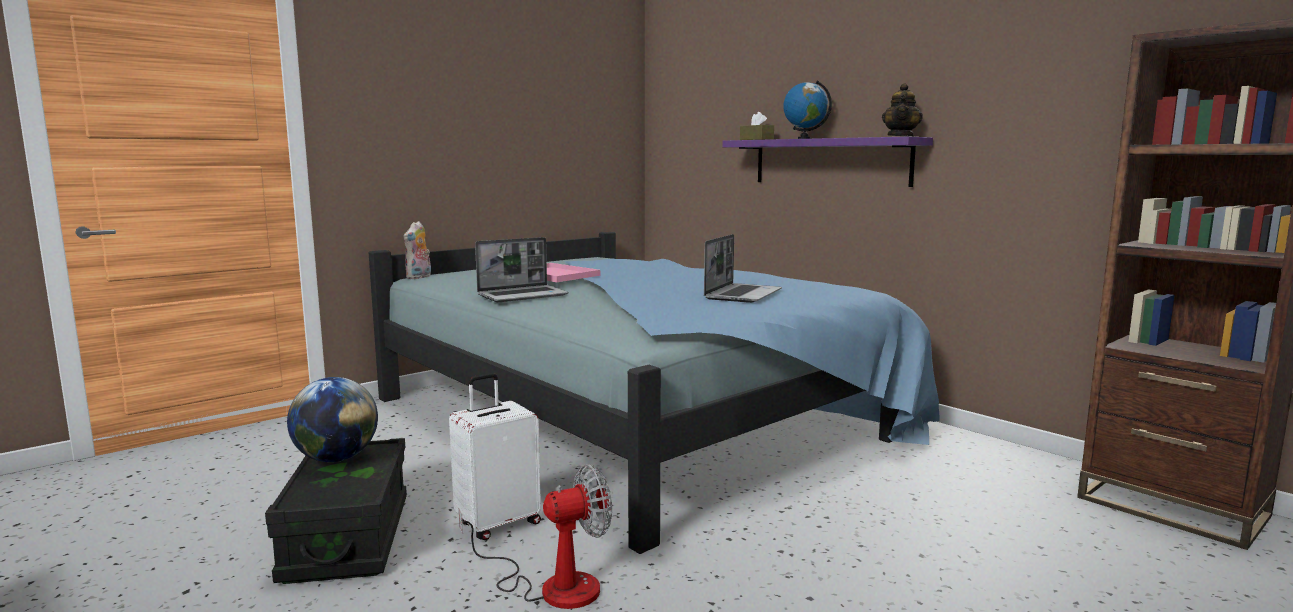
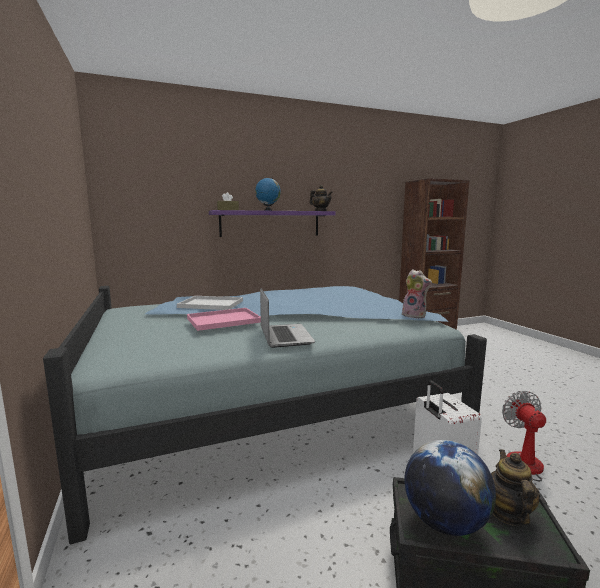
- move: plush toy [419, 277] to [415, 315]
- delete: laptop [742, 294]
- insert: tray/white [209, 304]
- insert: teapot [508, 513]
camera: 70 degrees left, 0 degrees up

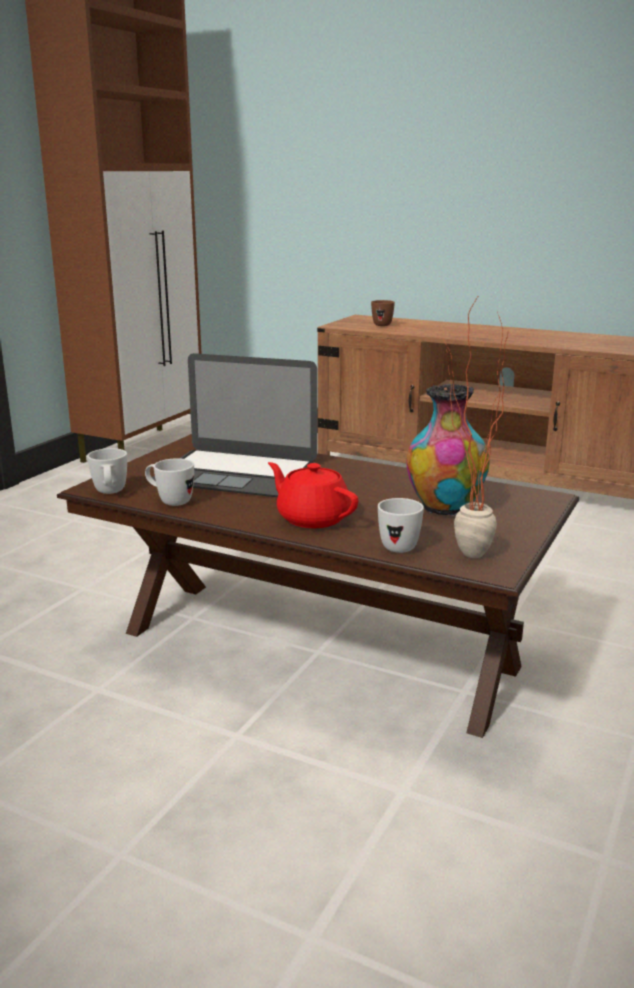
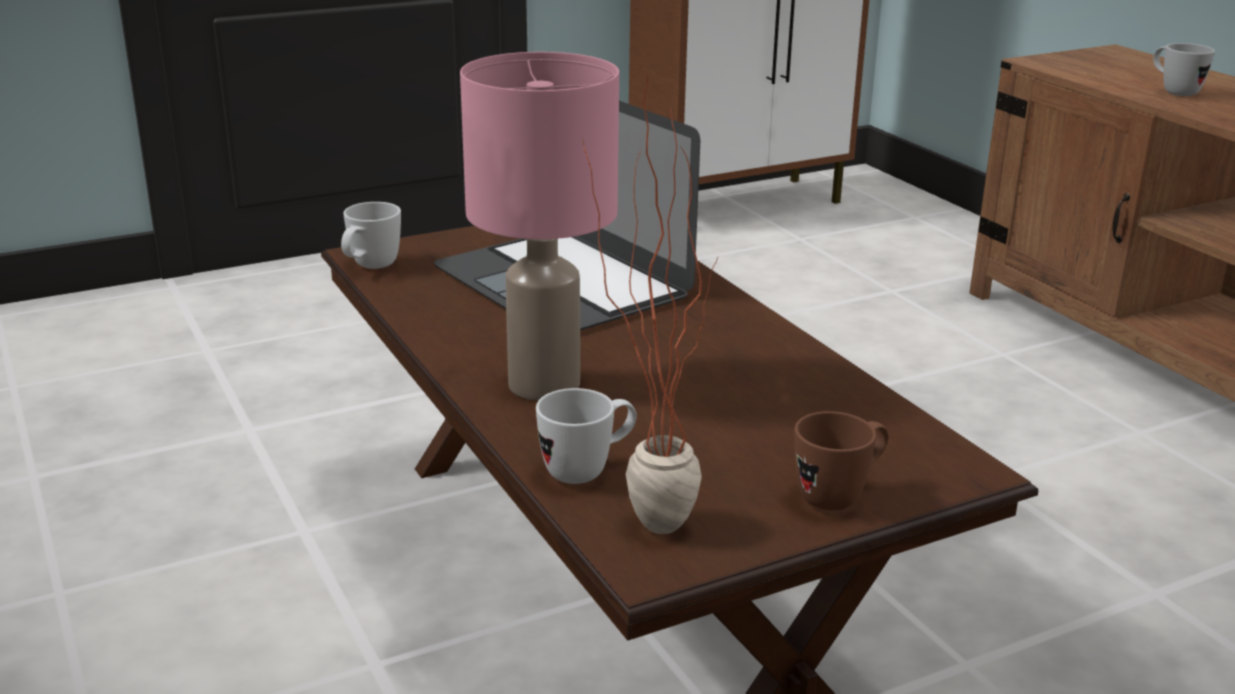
- move: mug/brown [383, 324] to [840, 495]
- delete: vase [444, 508]
- move: mug/white [169, 501] to [1173, 91]
- replace: teapot/red [312, 518] to table lamp/pink [542, 384]
camera: 35 degrees right, 5 degrees up

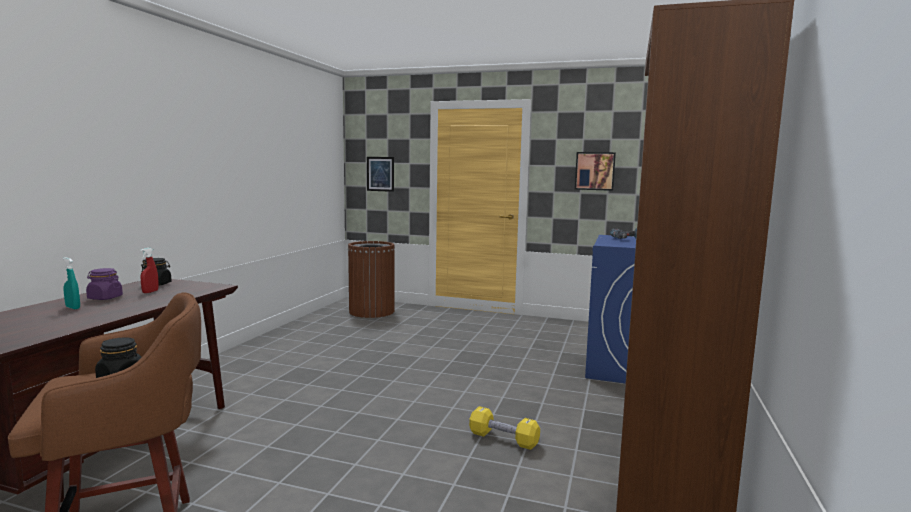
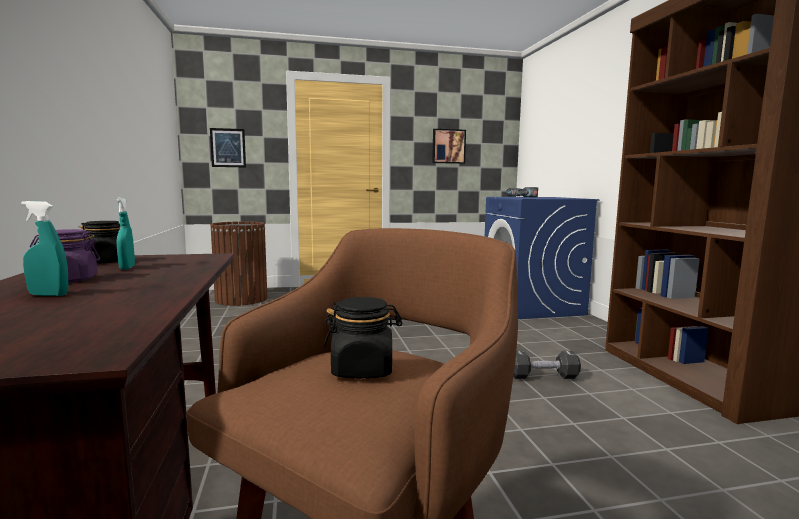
- recolor: spray bottle/red [150, 292] to spray bottle/turquoise [127, 268]
- recolor: dumbbell/yellow [503, 439] to dumbbell/black [542, 376]
camera: 30 degrees left, 0 degrees up

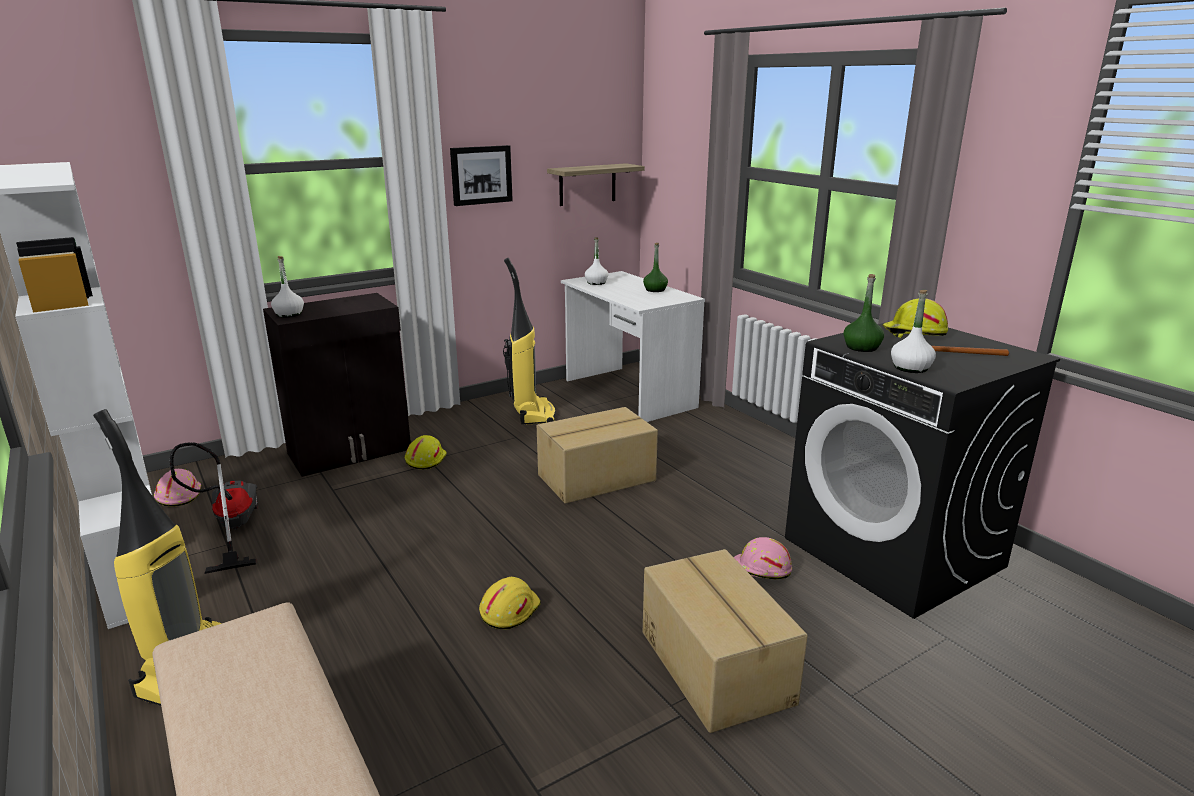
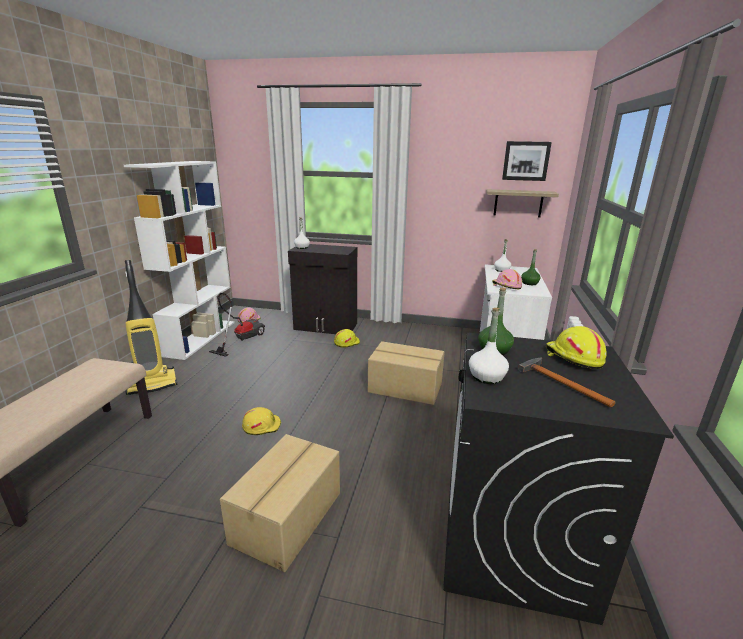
- move: picture [481, 175] to [526, 161]
- delete: vacuum cleaner [532, 413]
- move: hard hat/pink [760, 570] to [506, 286]
camera: 45 degrees right, 0 degrees up

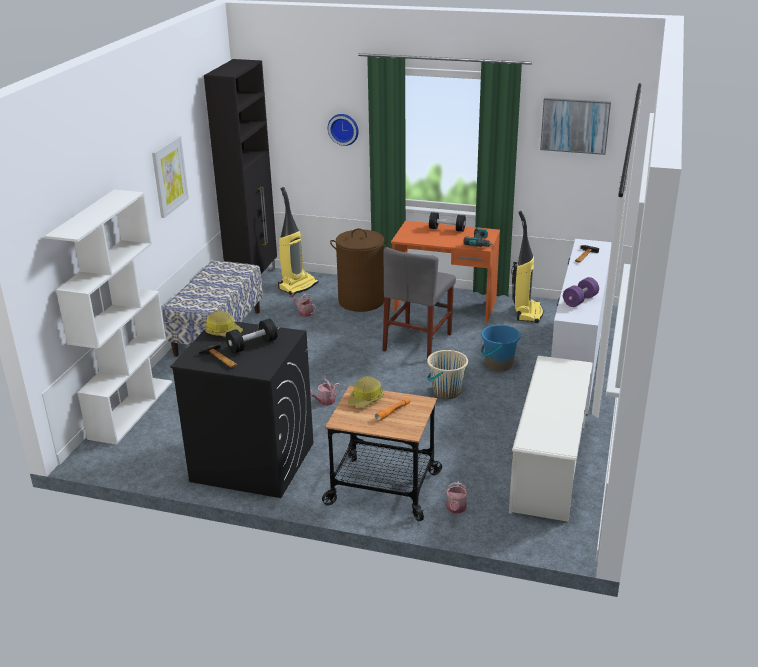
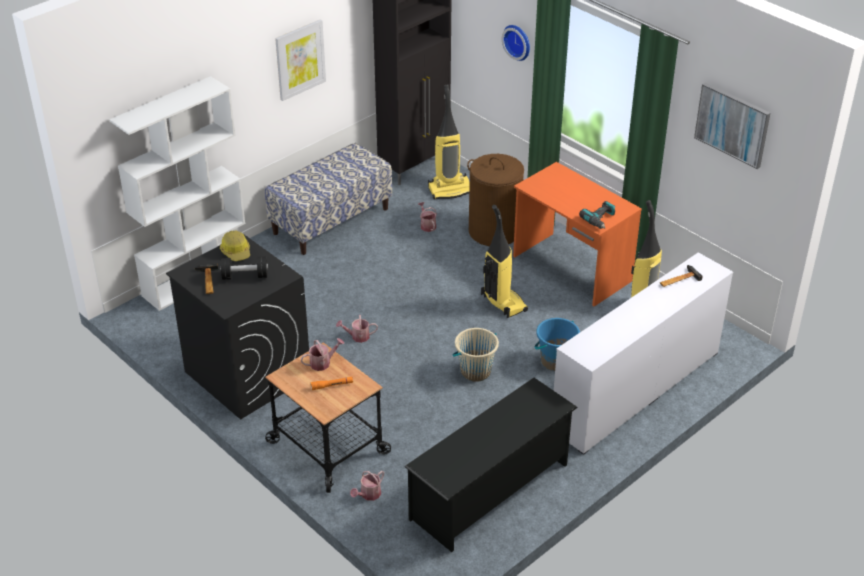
- delete: dumbbell/black [447, 229]
- replace: chair/grey [417, 342] to vacuum cleaner [502, 303]
- delete: dumbbell/purple [580, 300]
- recolor: shoe rack/white [549, 466] to shoe rack/black [490, 491]
- replace: hard hat [366, 399] to watering can [323, 363]
camera: 30 degrees right, 10 degrees up

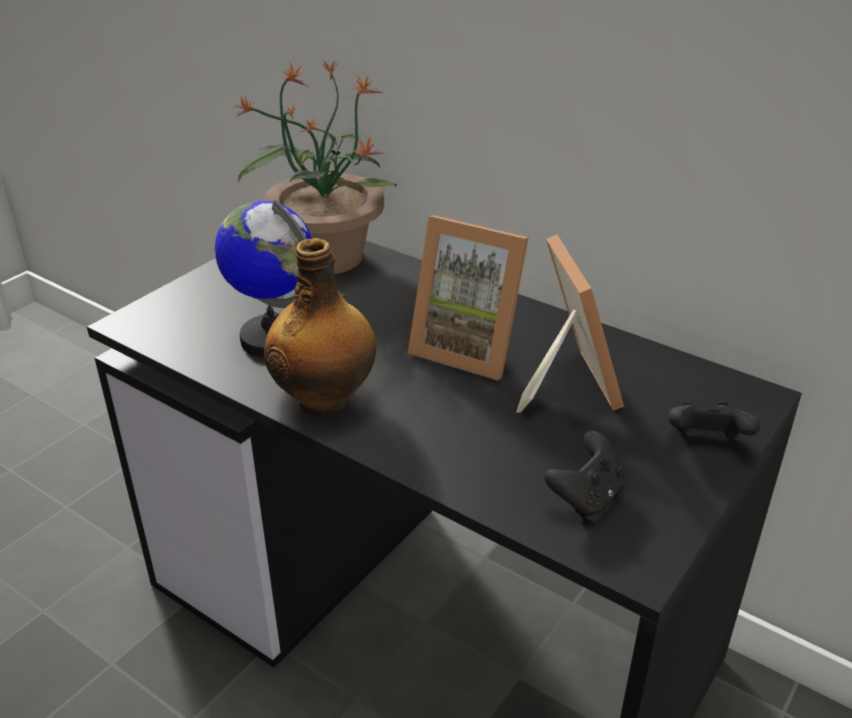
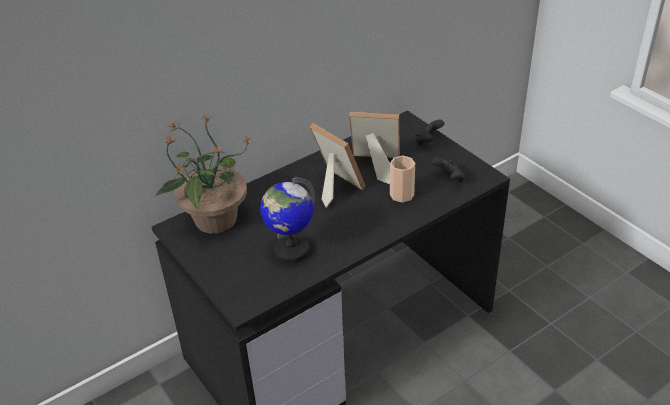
- rotate: picture frame [469, 348] = [334, 186] 90 degrees counterclockwise
- delete: bottle [325, 399]
- insert: cup [401, 195]
camera: 70 degrees left, 5 degrees up

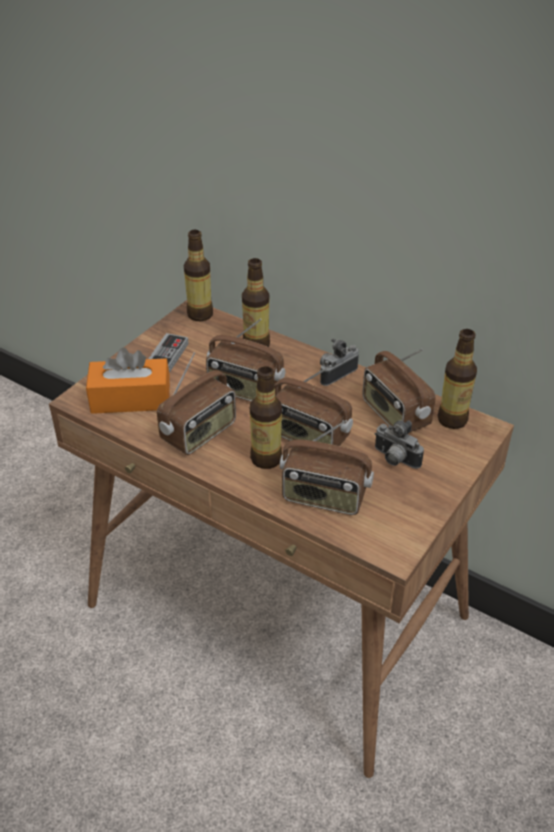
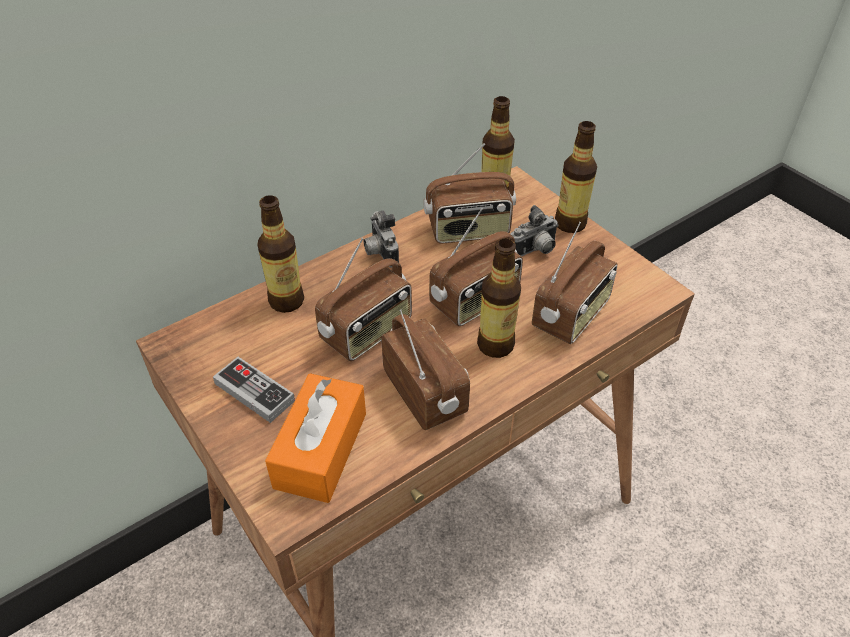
- move: bottle [200, 314] to [570, 224]
camera: 70 degrees left, 5 degrees up

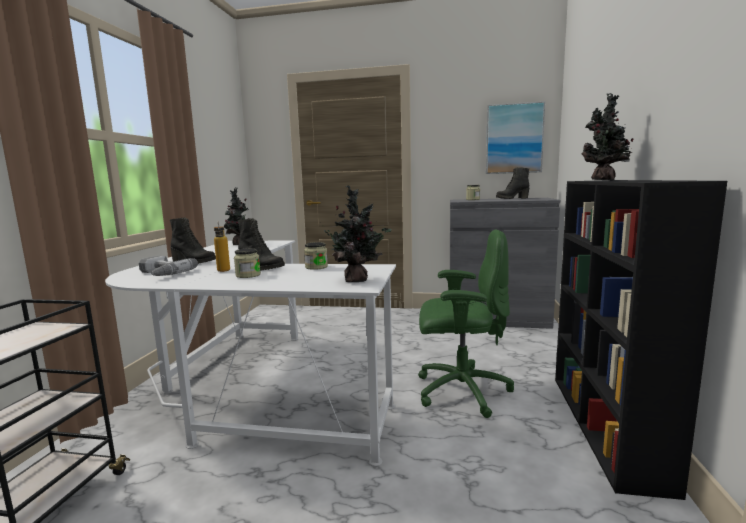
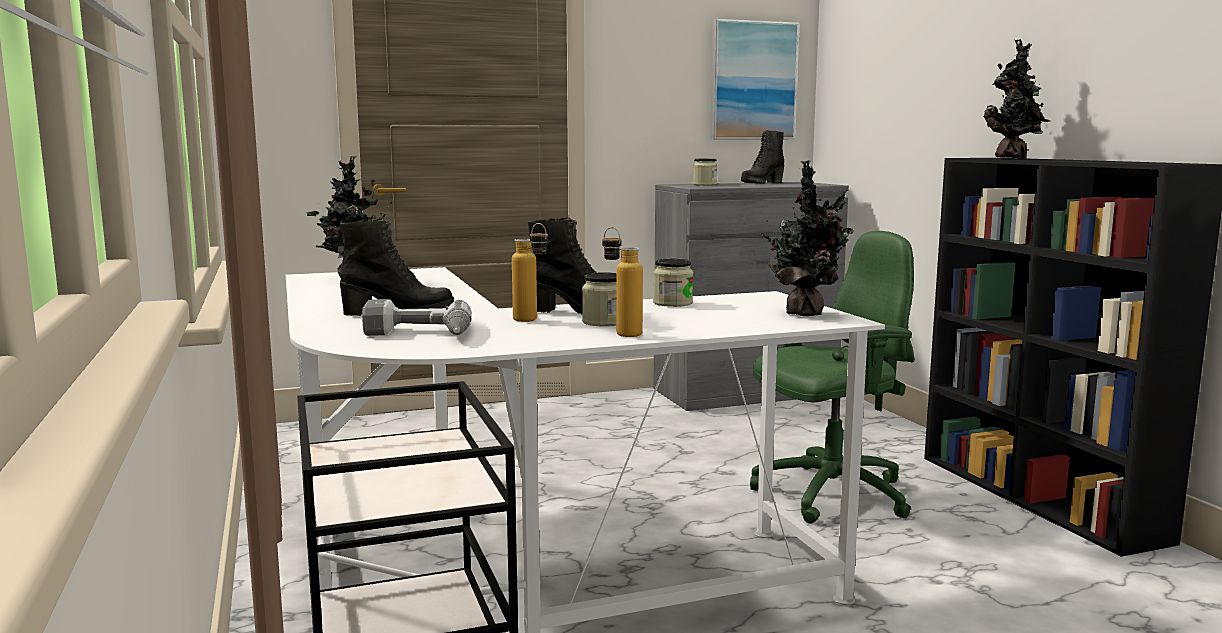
- insert: bottle [621, 333]
camera: 30 degrees left, 0 degrees up

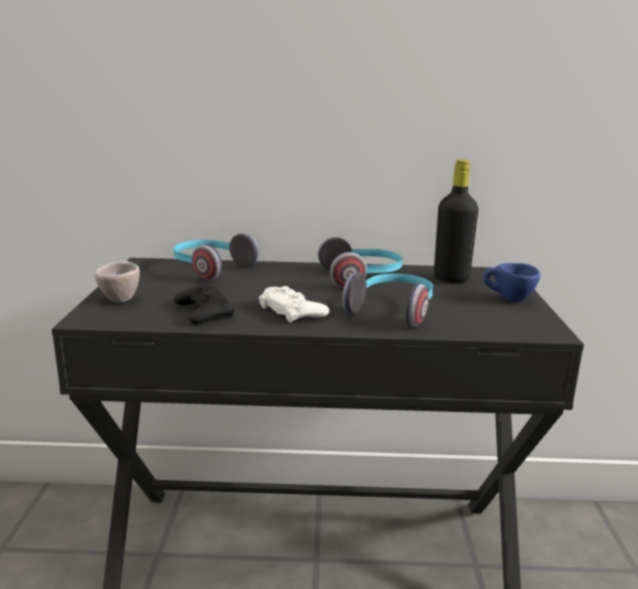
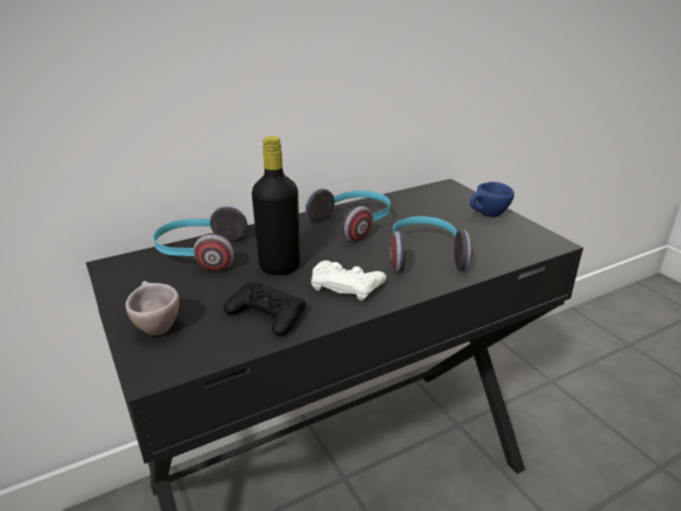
- move: bottle/black [451, 279] to [279, 267]
camera: 30 degrees left, 10 degrees up

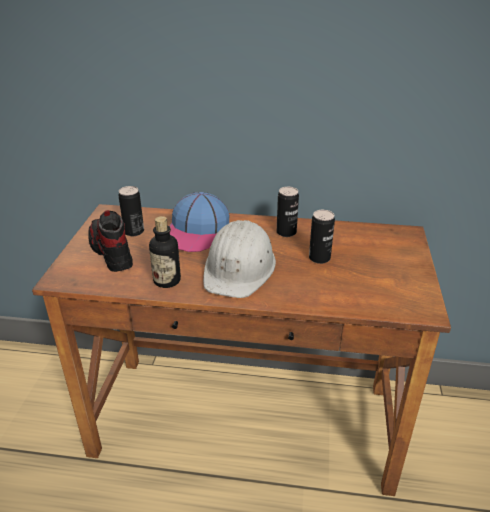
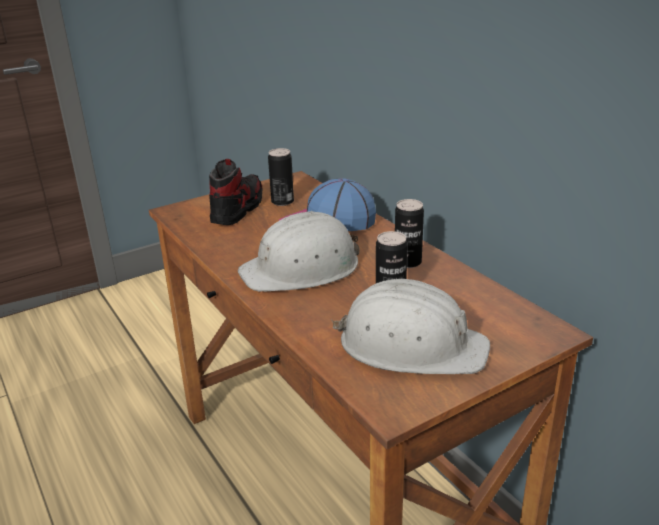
- delete: bottle [167, 280]
- insert: hard hat/white [411, 345]
camera: 50 degrees right, 5 degrees down

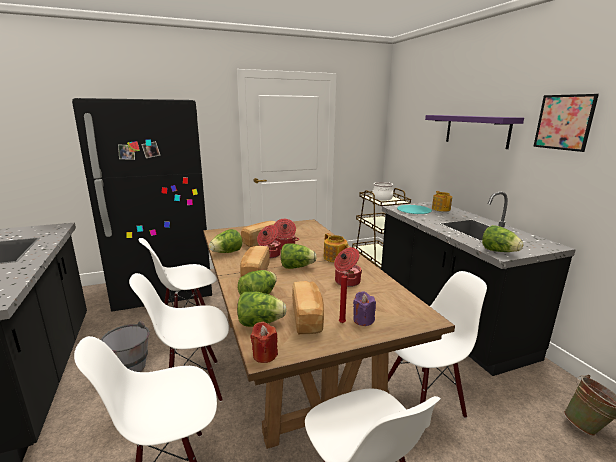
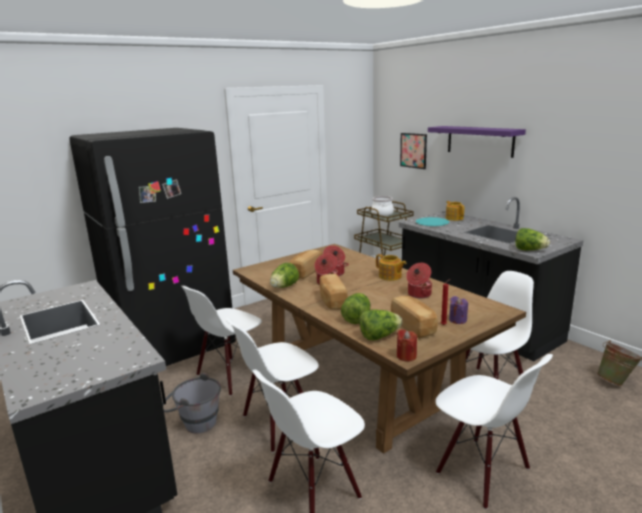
- move: picture [564, 122] to [413, 150]
- delete: lettuce [296, 267]
camera: 15 degrees left, 0 degrees up

